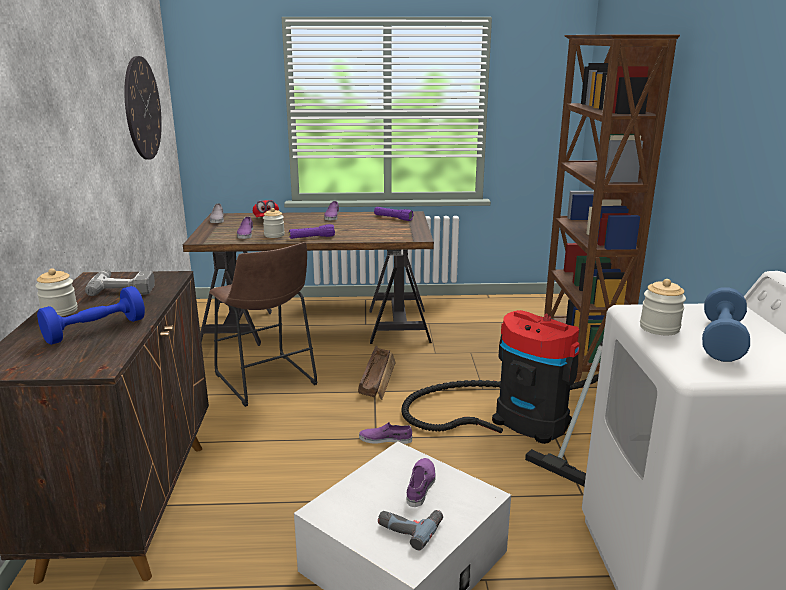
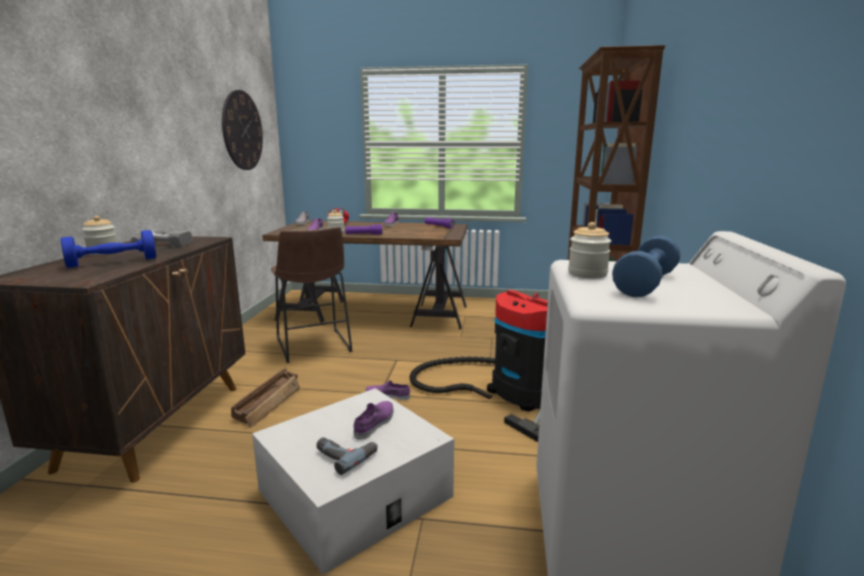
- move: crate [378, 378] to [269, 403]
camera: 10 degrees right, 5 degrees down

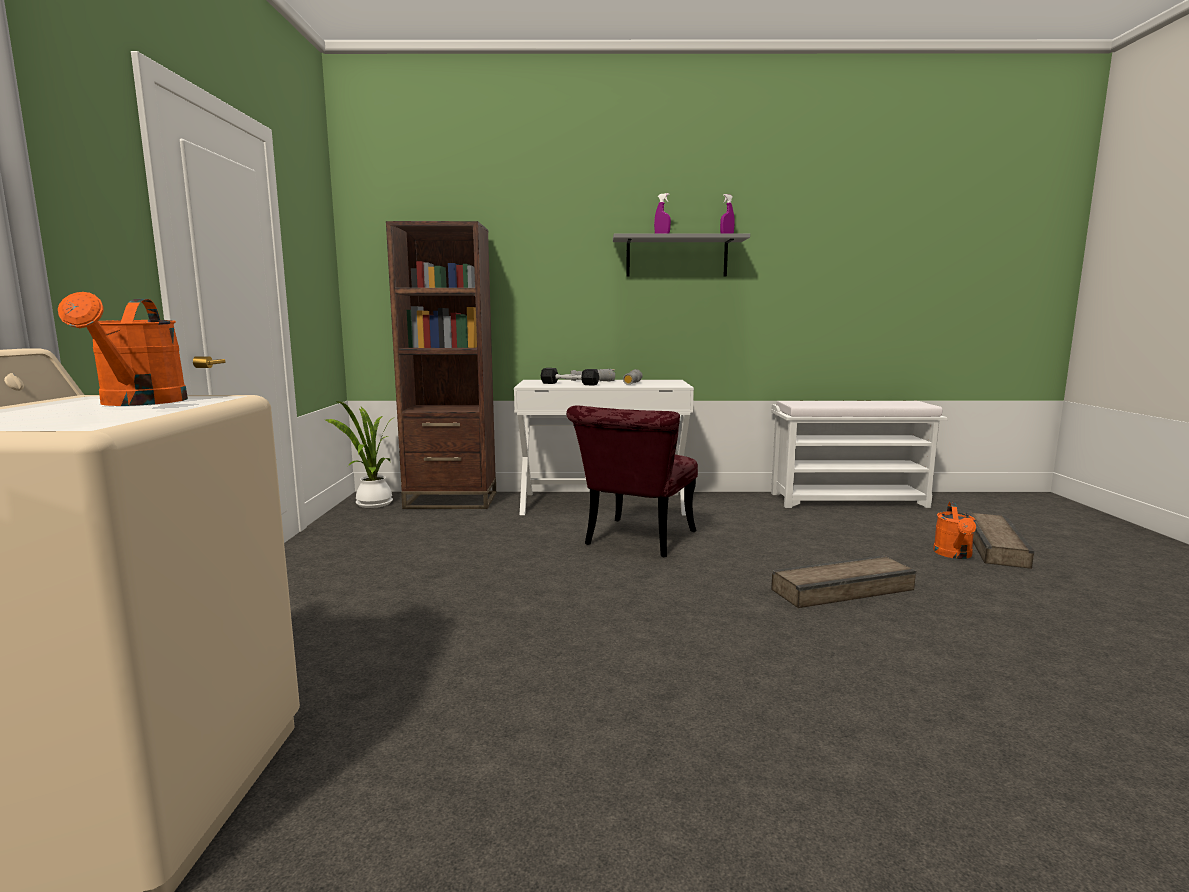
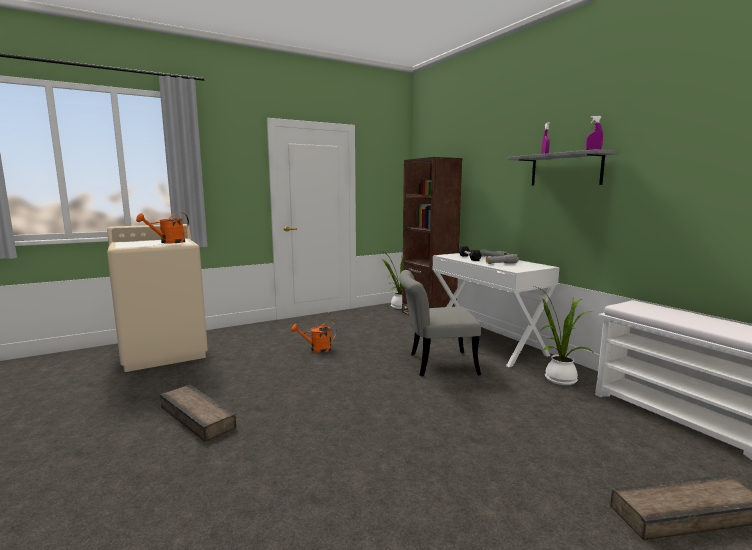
- recolor: chair/red [635, 541] to chair/grey [435, 364]
- move: watering can/orange [954, 555] to [317, 349]
- move: crate [841, 589] to [198, 416]
- insert: potted plant [558, 379]
camera: 60 degrees right, 0 degrees up

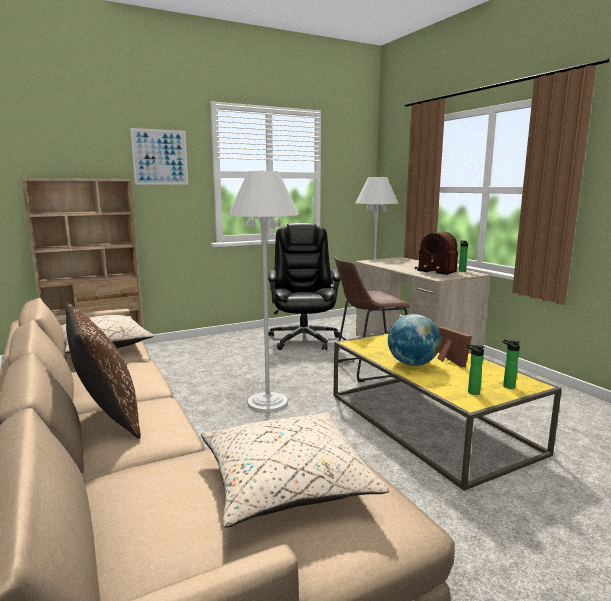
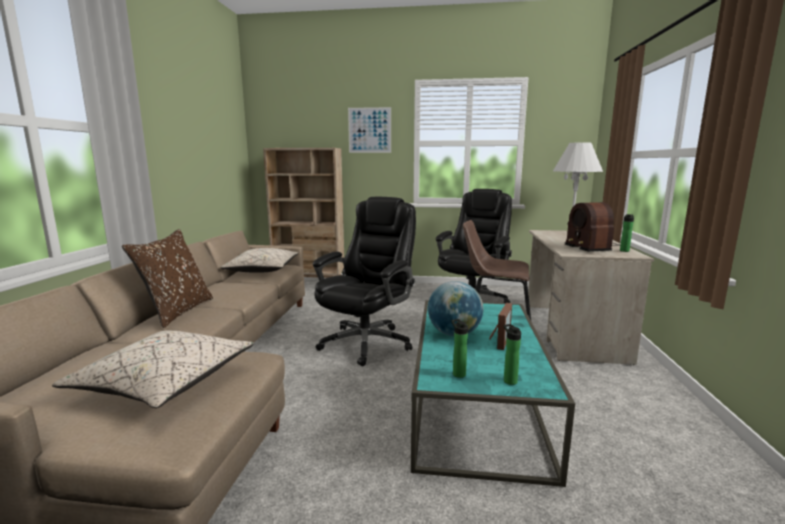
- replace: floor lamp/white [267, 403] to office chair/black [367, 342]
- recolor: coffee table/yellow [428, 423] to coffee table/turquoise [475, 402]
camera: 35 degrees right, 0 degrees up

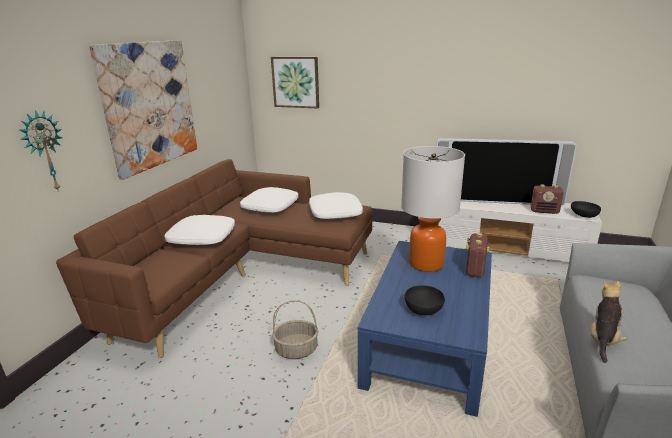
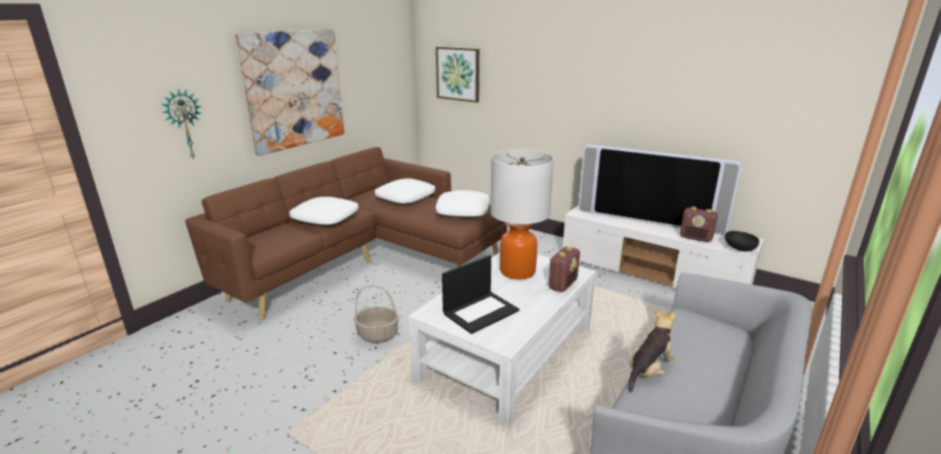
- recolor: coffee table/blue [429, 340] to coffee table/white [507, 350]
- replace: bowl/black [423, 309] to laptop [481, 311]
camera: 15 degrees right, 0 degrees up

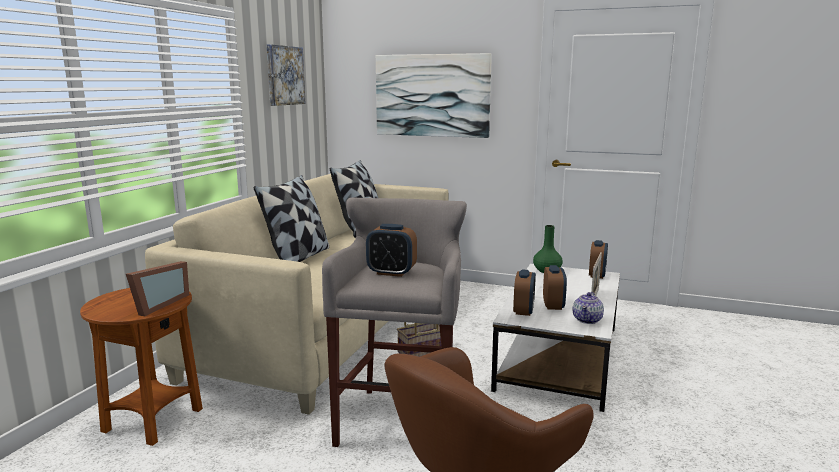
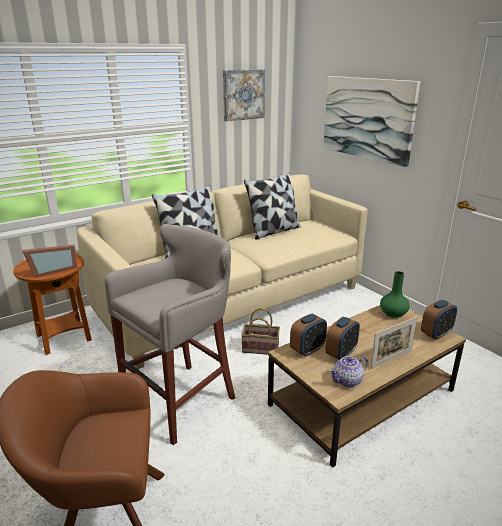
- delete: alarm clock [391, 273]
- recolor: coffee table/white [559, 356] to coffee table/brown [363, 396]
camera: 35 degrees right, 10 degrees up

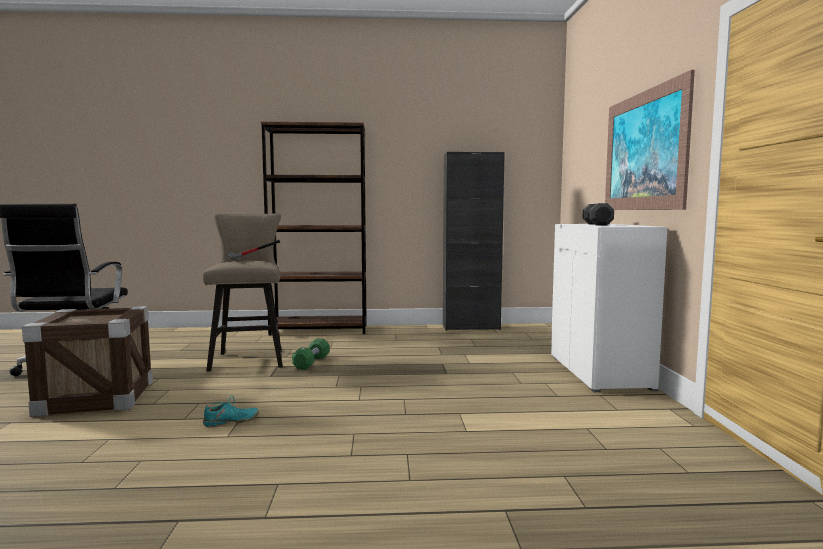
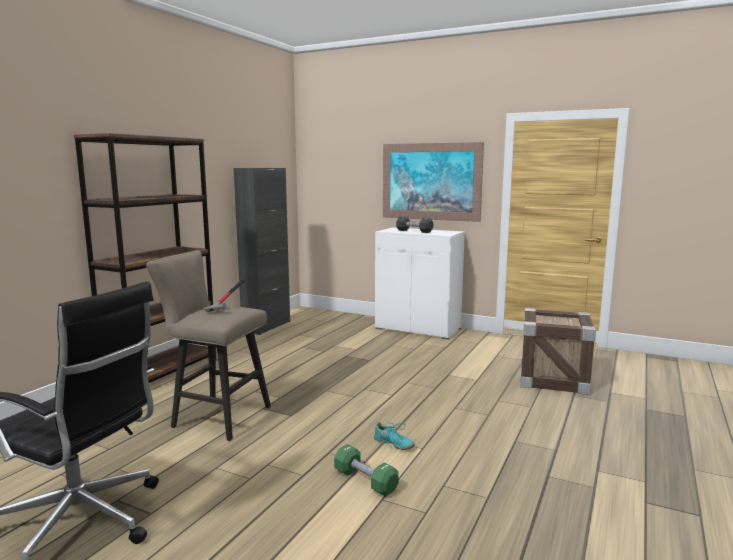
- move: crate [97, 397] to [553, 379]
- move: dumbbell/green [311, 362] to [365, 481]
- rotate: shoe/turquoise [231, 422] = [393, 444] 120 degrees clockwise
camera: 60 degrees left, 5 degrees up

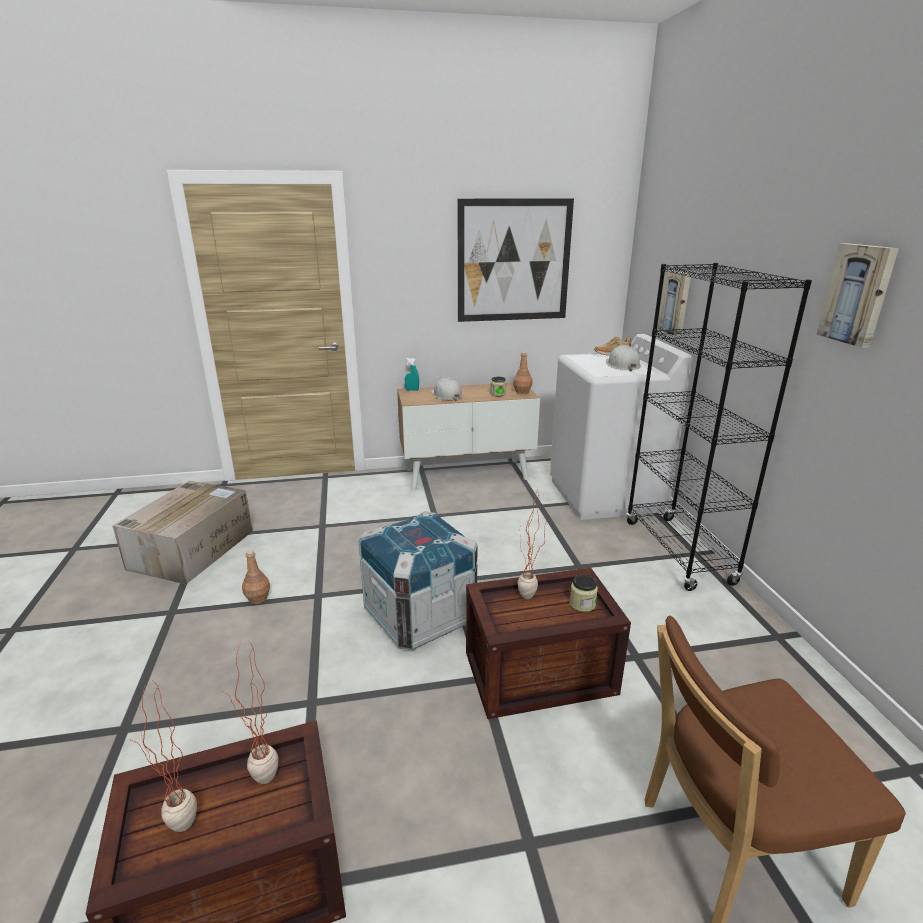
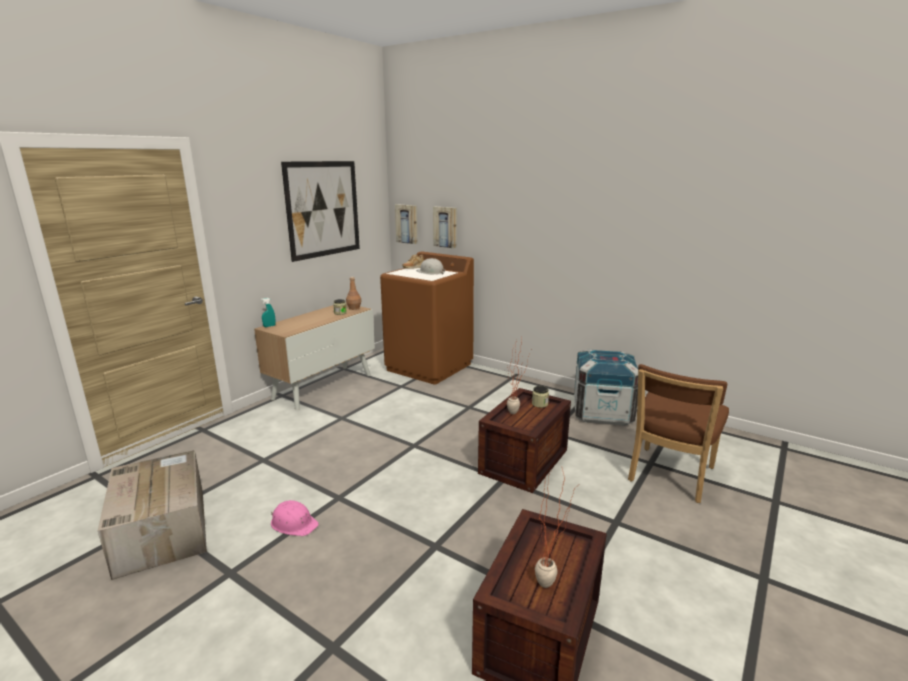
- move: picture [858, 294] to [407, 224]
- delete: bookcase/black [678, 552]
- recolor: washing machine/white [606, 495] to washing machine/brown [429, 367]
- delete: hard hat/white [446, 395]
- move: crate [420, 616] to [602, 413]
- replace: bottle/brown [258, 598] to hard hat/pink [294, 523]
- delete: potted plant [264, 787]
camera: 45 degrees left, 5 degrees down

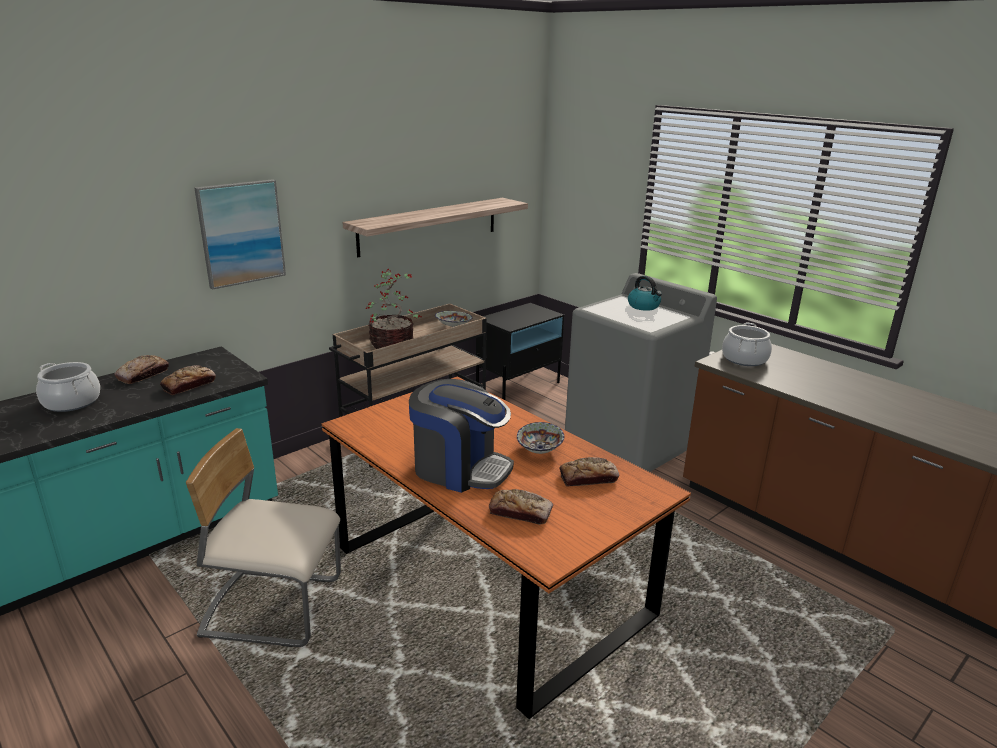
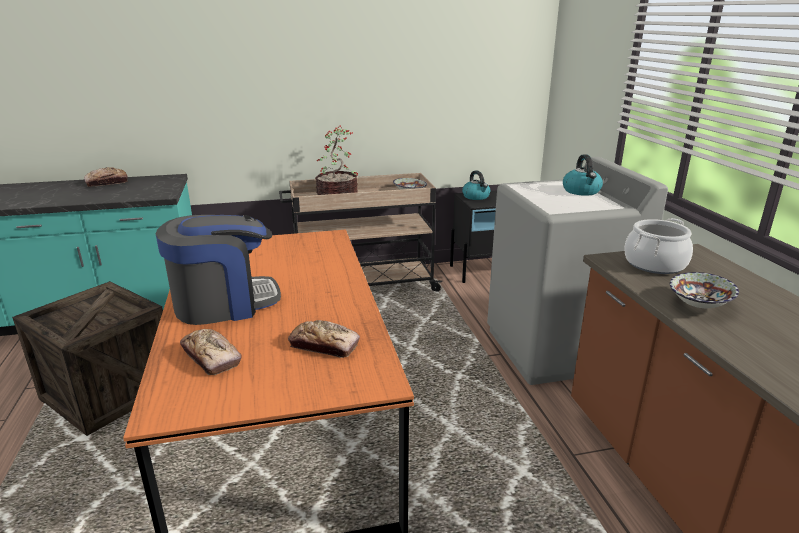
- delete: picture [241, 233]
- delete: shelf [429, 226]
- delete: cooking pot [72, 402]
- delete: bread [189, 385]
- rotate: coffee machine [460, 468] = [224, 303] 75 degrees counterclockwise
- move: bowl [540, 450] to [700, 305]
- replace: chair/beige [273, 607] to crate [109, 392]
- insert: kettle [476, 197]
camera: 30 degrees right, 0 degrees up

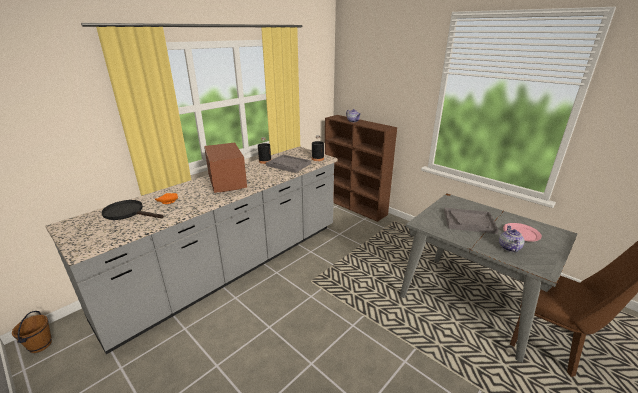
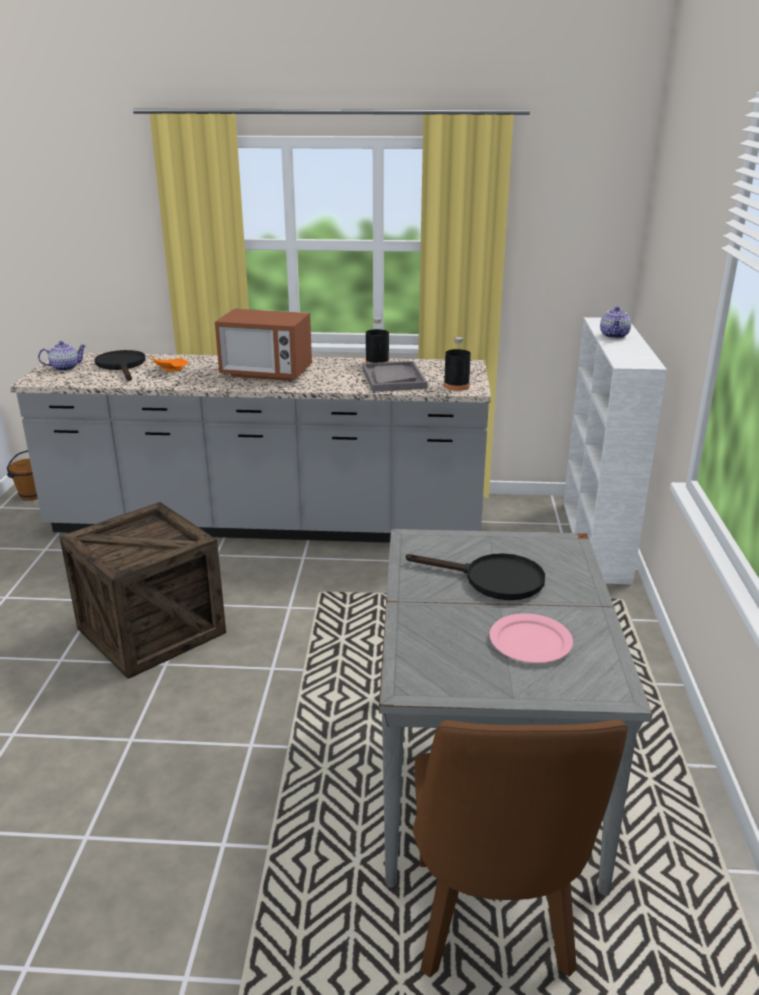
- recolor: bookcase/brown [355, 206] to bookcase/white [595, 541]
- rotate: microwave [227, 183] = [266, 373] 75 degrees clockwise
- replace: tray/grey [469, 221] to frying pan/black [493, 580]
- move: teapot [508, 247] to [65, 368]
- insert: crate [151, 630]
camera: 50 degrees right, 0 degrees up

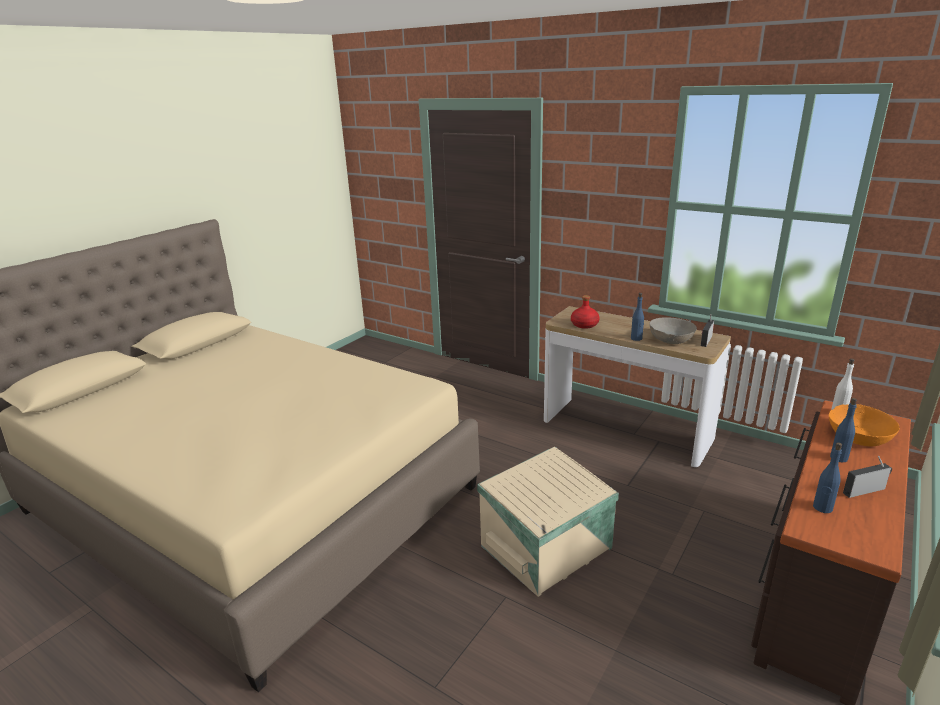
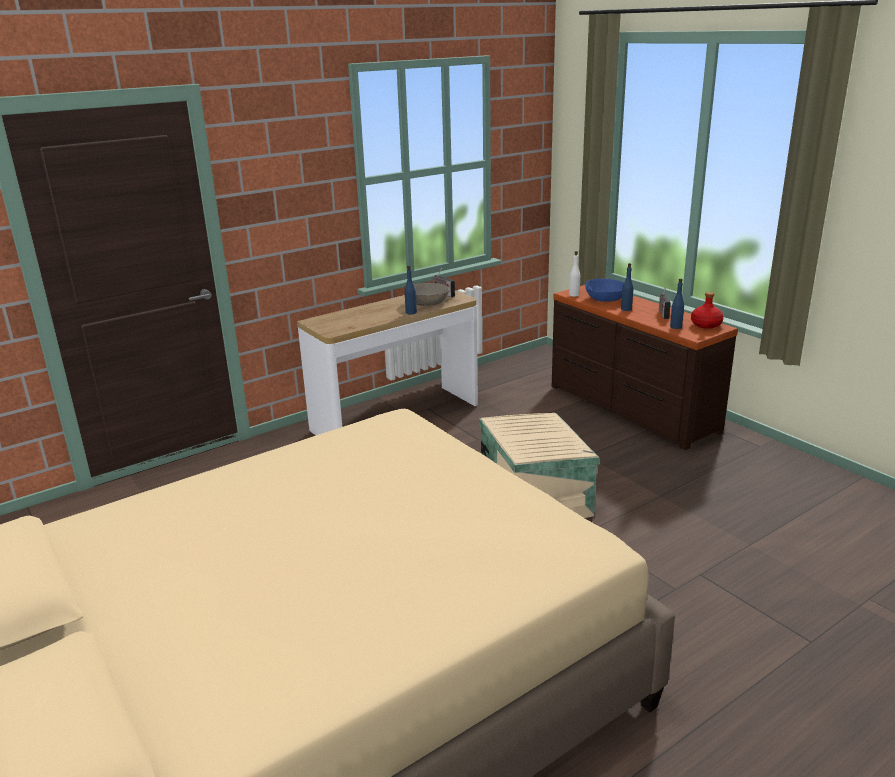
- move: bottle/red [584, 324] to [705, 324]
- recolor: bowl/orange [859, 437] to bowl/blue [605, 298]
camera: 70 degrees left, 0 degrees up

